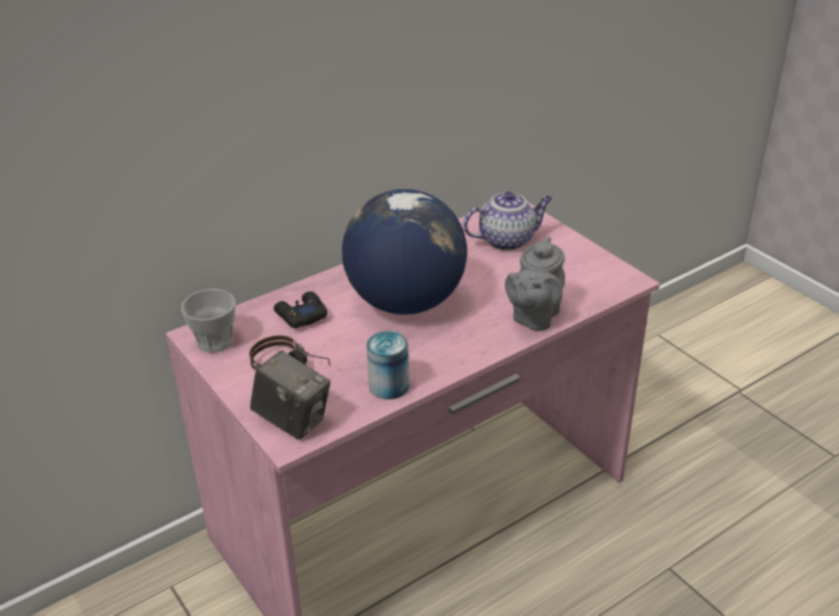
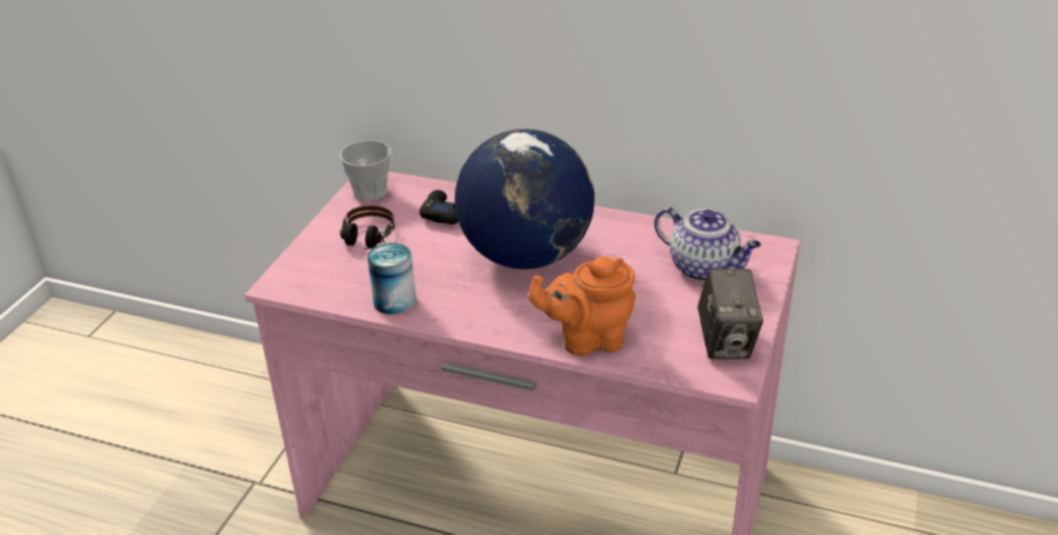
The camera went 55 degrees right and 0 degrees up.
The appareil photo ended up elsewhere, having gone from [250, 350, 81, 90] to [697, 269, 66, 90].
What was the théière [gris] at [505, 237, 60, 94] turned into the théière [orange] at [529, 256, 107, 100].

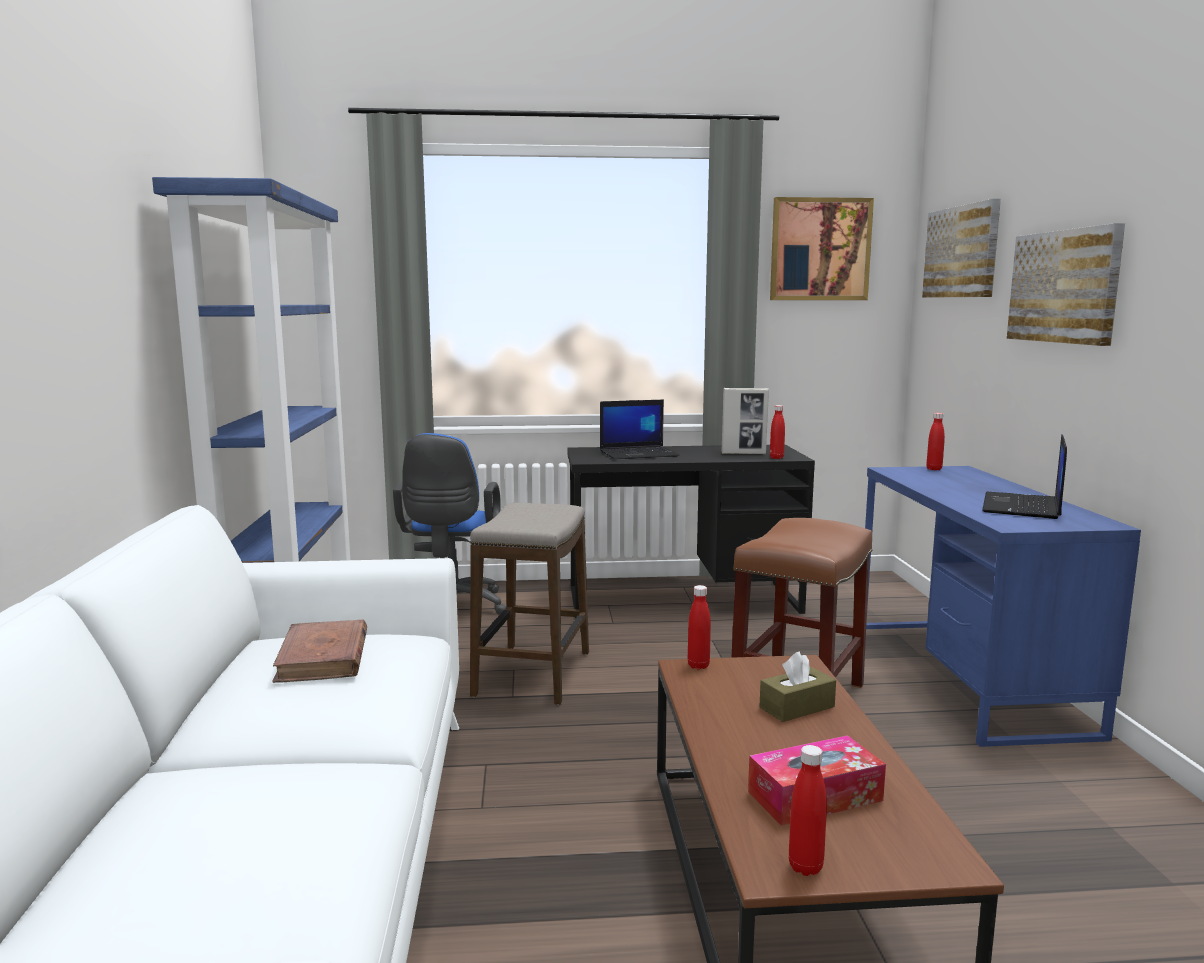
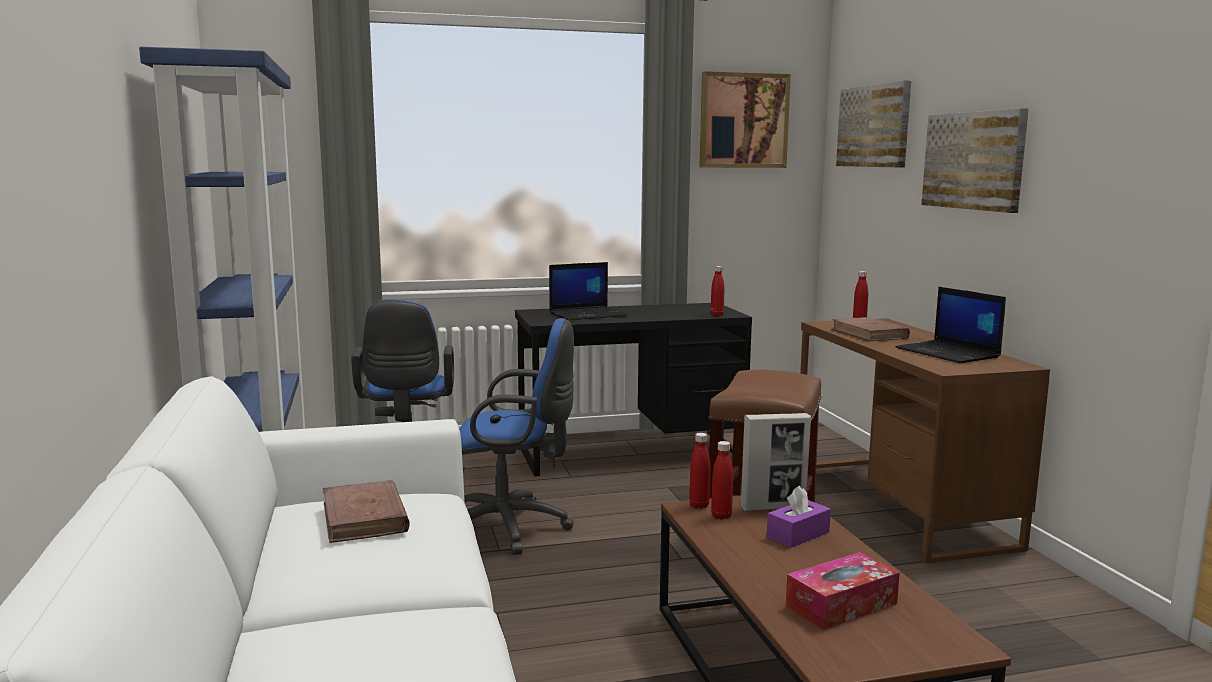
The camera went 10 degrees left and 0 degrees up.
The second view gained the livre [marron] at [832, 317, 78, 24].
The cadre photo ended up elsewhere, having gone from [721, 388, 48, 66] to [741, 413, 70, 98].
The bouteille [rouge] ended up elsewhere, having gone from [789, 745, 38, 131] to [711, 441, 22, 79].
Where the tabouret stood at [470, 503, 119, 202], the chaise de bureau [bleu] came to stand at [459, 318, 115, 237].
What was the boîte à mouchoirs [marron] at [760, 651, 76, 71] turned into the boîte à mouchoirs [violet] at [767, 486, 64, 62].
What was the bureau [bleu] at [865, 466, 276, 281] turned into the bureau [marron] at [800, 318, 250, 246].
The ordinateur portable at [982, 434, 85, 85] ended up facing another way, 45 degrees counterclockwise from before.

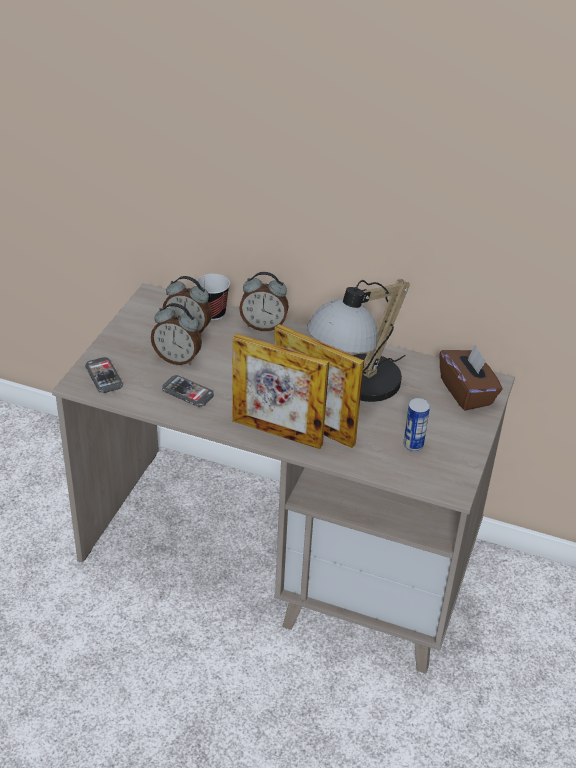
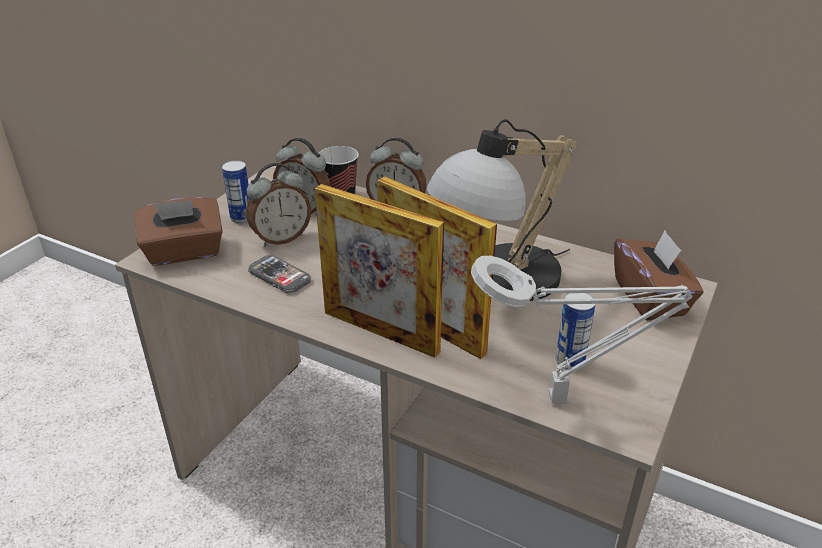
The camera went 10 degrees right and 5 degrees down.
The second view gained the boîte métallique at [222, 160, 27, 63].
The second view gained the lampe de table [gris] at [471, 256, 221, 147].
Where the téléphone stood at [85, 357, 38, 36], the boîte à mouchoirs [marron] came to stand at [134, 197, 89, 69].
The réveil at [151, 303, 51, 62] ended up facing another way, 60 degrees counterclockwise from before.

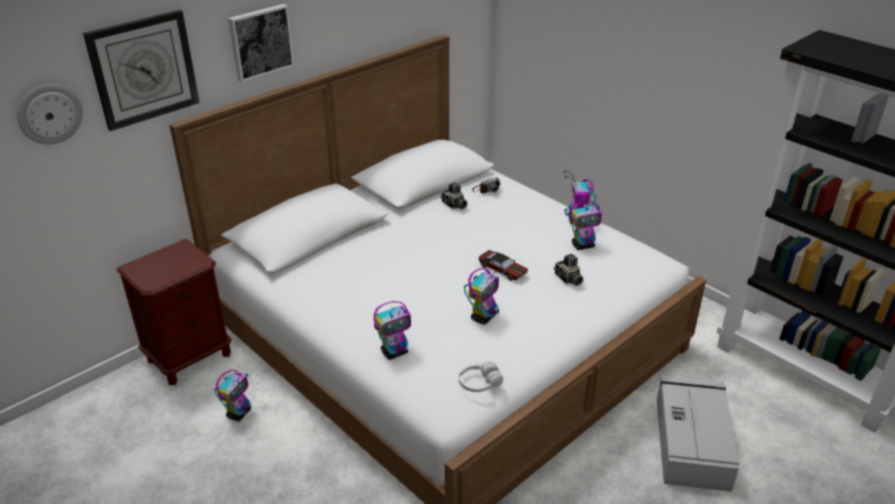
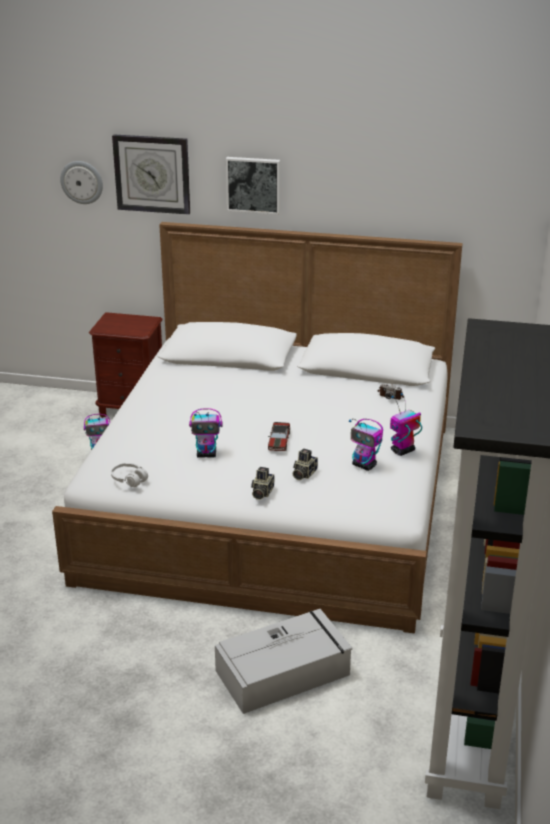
The camera went 55 degrees right and 5 degrees down.
The second view lost the robot jouet at [374, 301, 37, 59].
The appareil photo ended up elsewhere, having gone from [441, 182, 26, 28] to [251, 467, 23, 33].

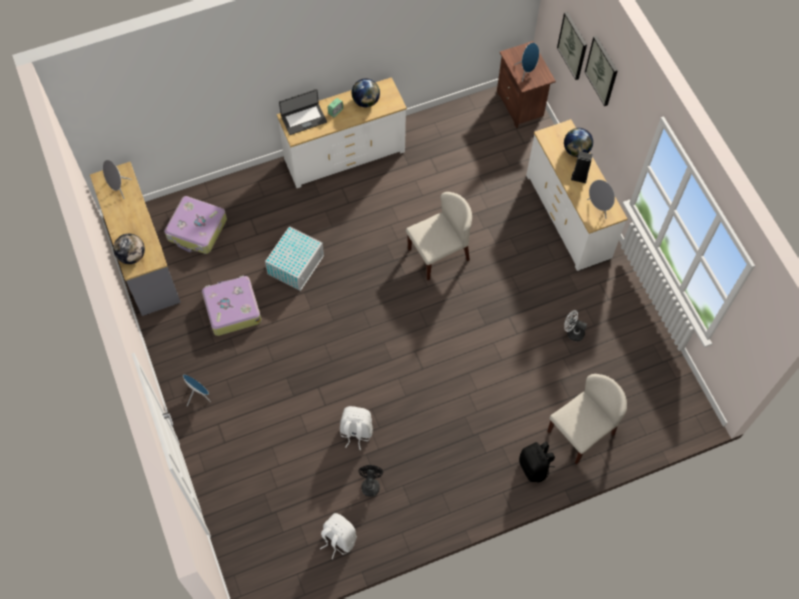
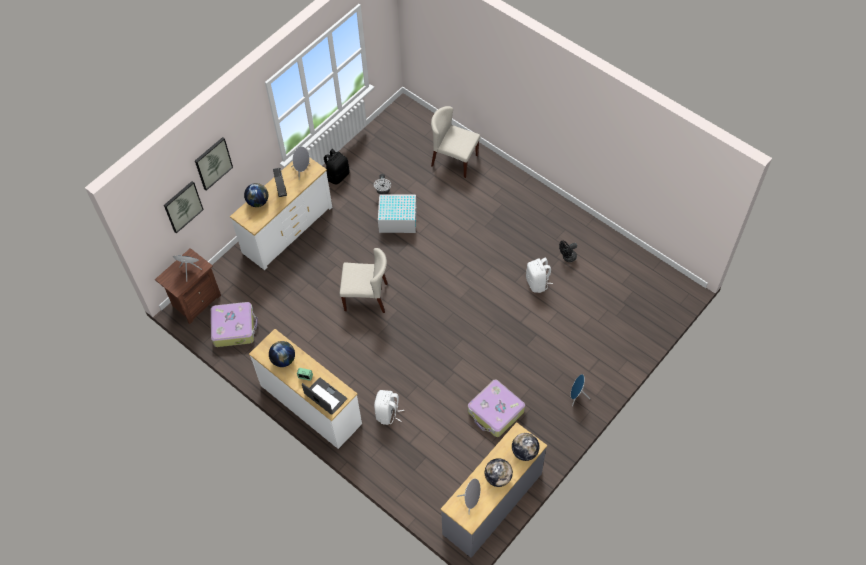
The camera went 115 degrees left and 5 degrees down.
The second view gained the globe at [485, 458, 28, 29].
The valise ended up elsewhere, having gone from [164, 196, 63, 58] to [211, 302, 47, 45].
The boîte de rangement [blanc] ended up elsewhere, having gone from [265, 226, 59, 65] to [378, 194, 39, 39].
The sac à dos [blanc] ended up elsewhere, having gone from [320, 513, 37, 46] to [374, 390, 30, 35].
The sac à dos [noir] ended up elsewhere, having gone from [519, 441, 36, 42] to [324, 149, 26, 36].
The chaise [beige] at [406, 192, 66, 88] ended up facing another way, 150 degrees clockwise from before.

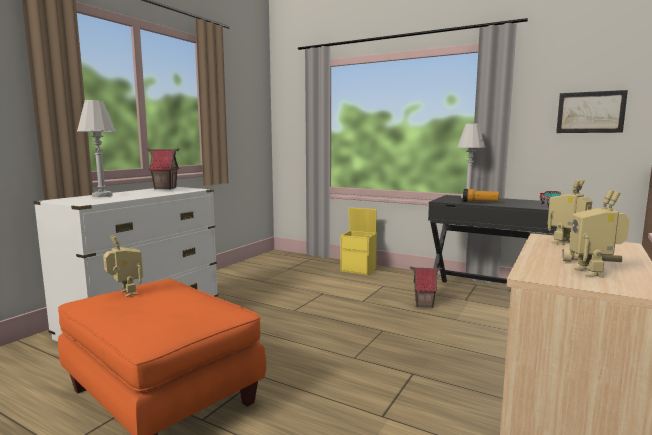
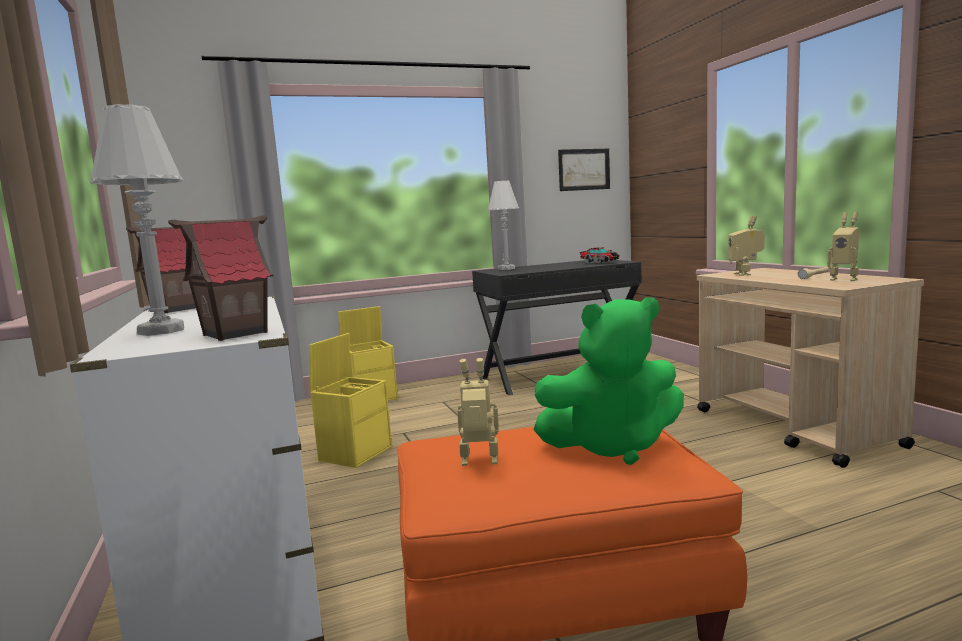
The camera went 50 degrees left and 0 degrees up.
The second view lost the lampe de poche at [463, 189, 36, 13].
The second view gained the boîte de rangement [jaune] at [309, 333, 83, 135].
The second view gained the peluche [vert] at [533, 297, 151, 168].
The maison miniature ended up elsewhere, having gone from [410, 267, 32, 41] to [168, 215, 106, 126].

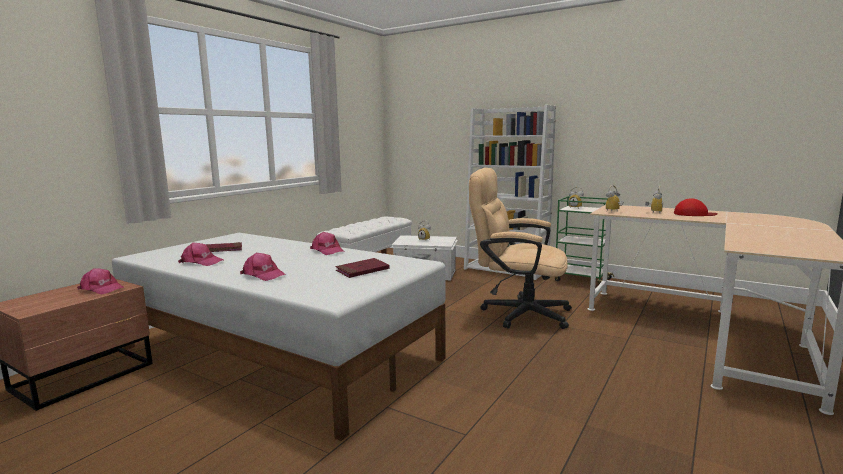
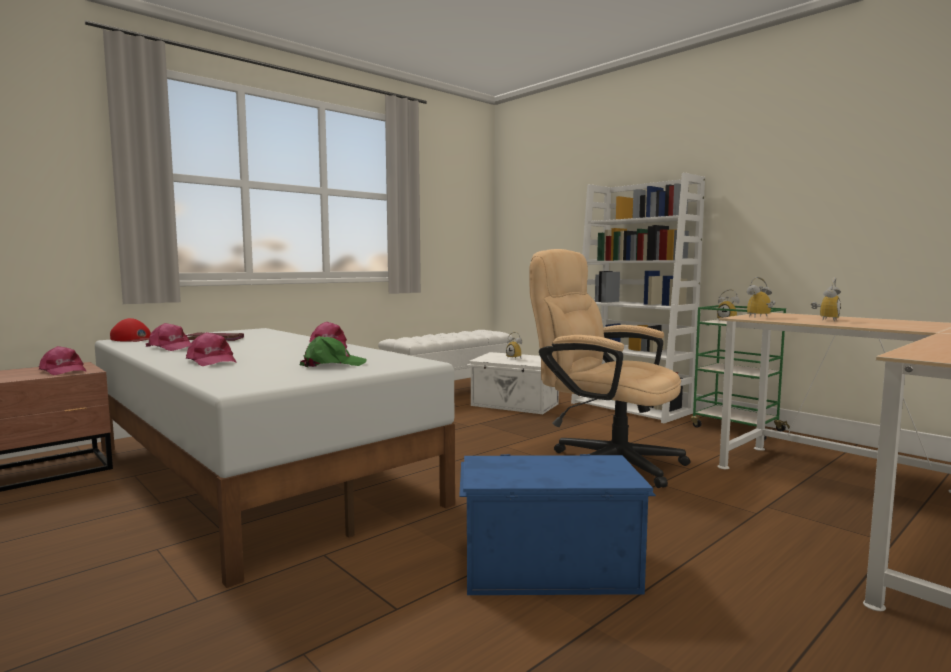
The camera went 15 degrees right and 5 degrees down.
The second view gained the boîte de rangement [bleu] at [459, 454, 197, 141].
The casquette [rouge] ended up elsewhere, having gone from [674, 198, 44, 18] to [110, 318, 41, 24].
Where the livre [rouge] stood at [336, 258, 54, 20], the casquette [vert] came to stand at [300, 336, 67, 31].

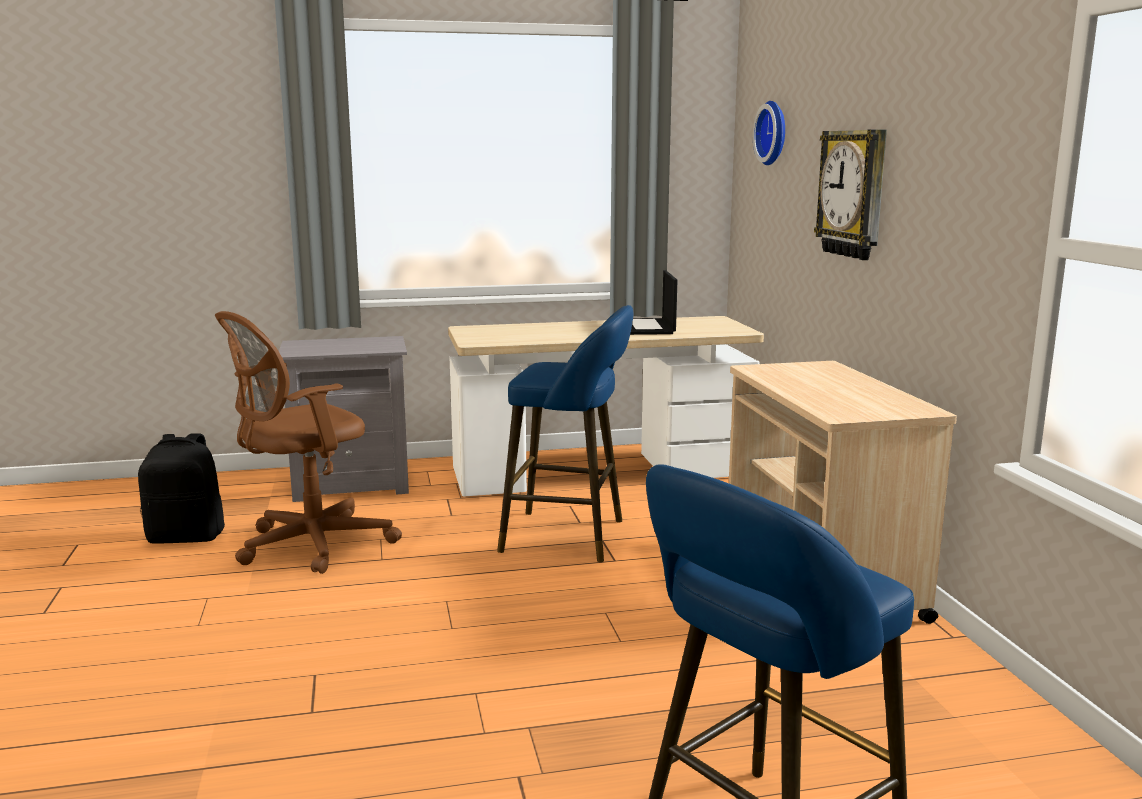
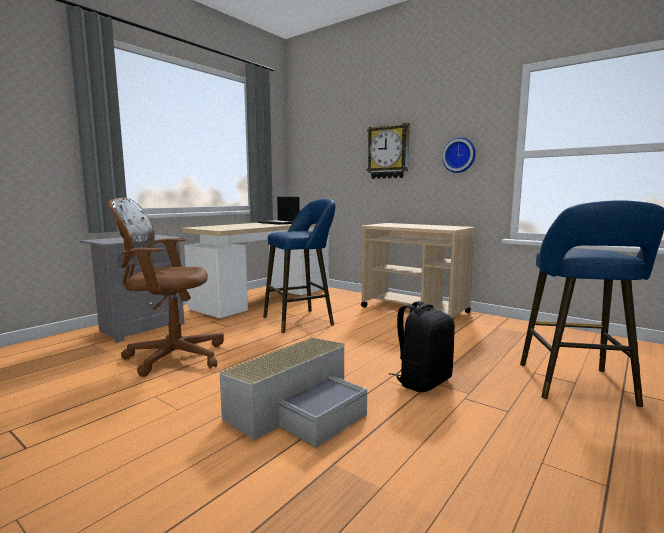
The camera went 40 degrees left and 5 degrees down.
The second view gained the boîte de rangement [gris] at [219, 337, 148, 111].
The sac à dos [noir] ended up elsewhere, having gone from [138, 433, 87, 111] to [389, 301, 66, 91].
The horloge murale ended up elsewhere, having gone from [753, 101, 32, 64] to [442, 137, 34, 36].
The chaise de bureau [marron] at [215, 311, 187, 263] ended up facing another way, 75 degrees clockwise from before.

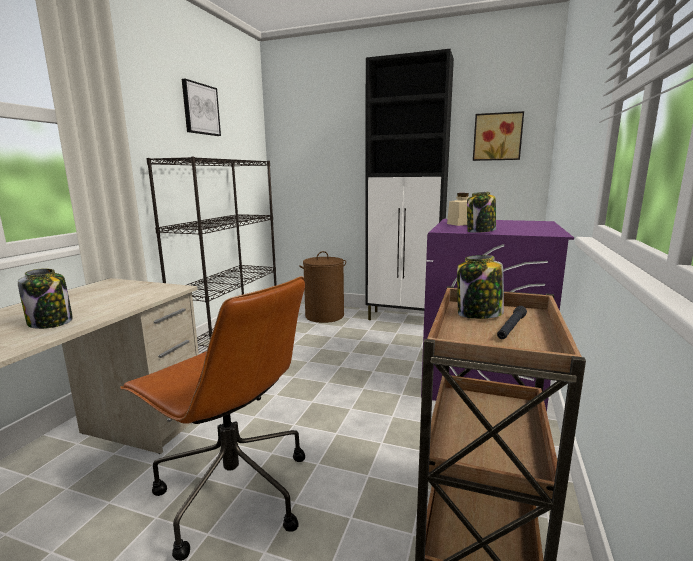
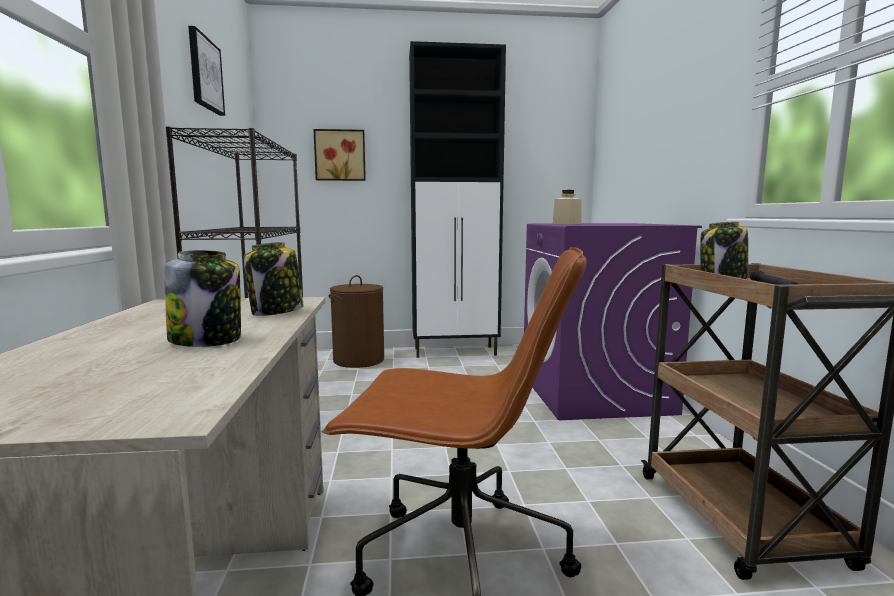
The camera went 25 degrees left and 5 degrees down.
The bocal ended up elsewhere, having gone from [467, 192, 29, 41] to [243, 242, 61, 74].
The tableau ended up elsewhere, having gone from [473, 111, 51, 50] to [314, 129, 52, 52].

